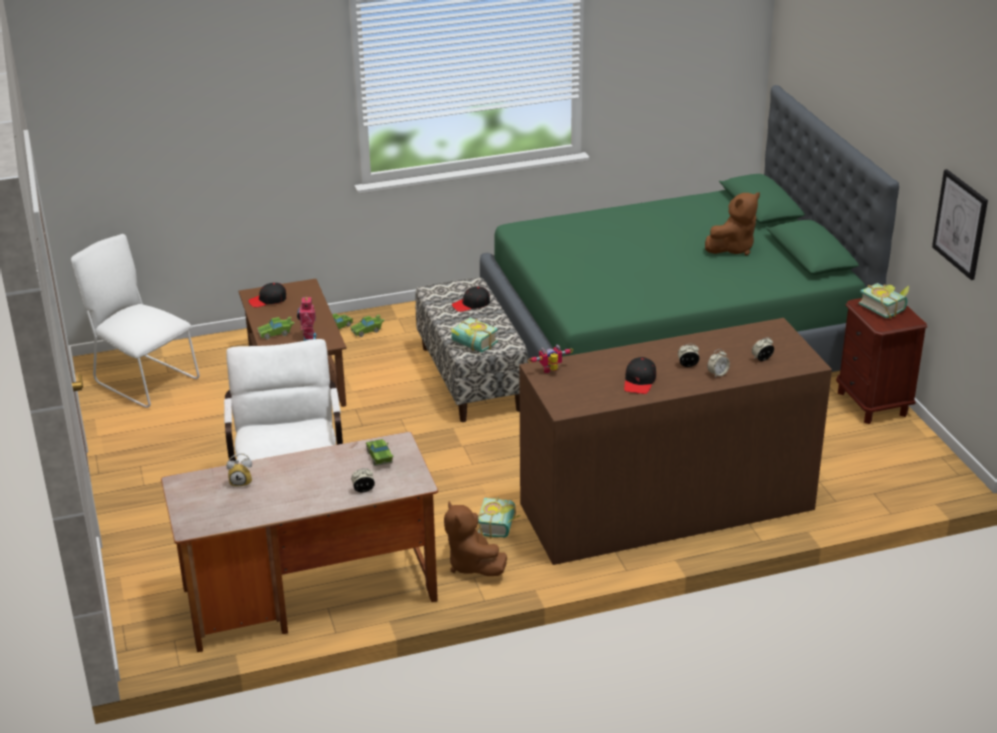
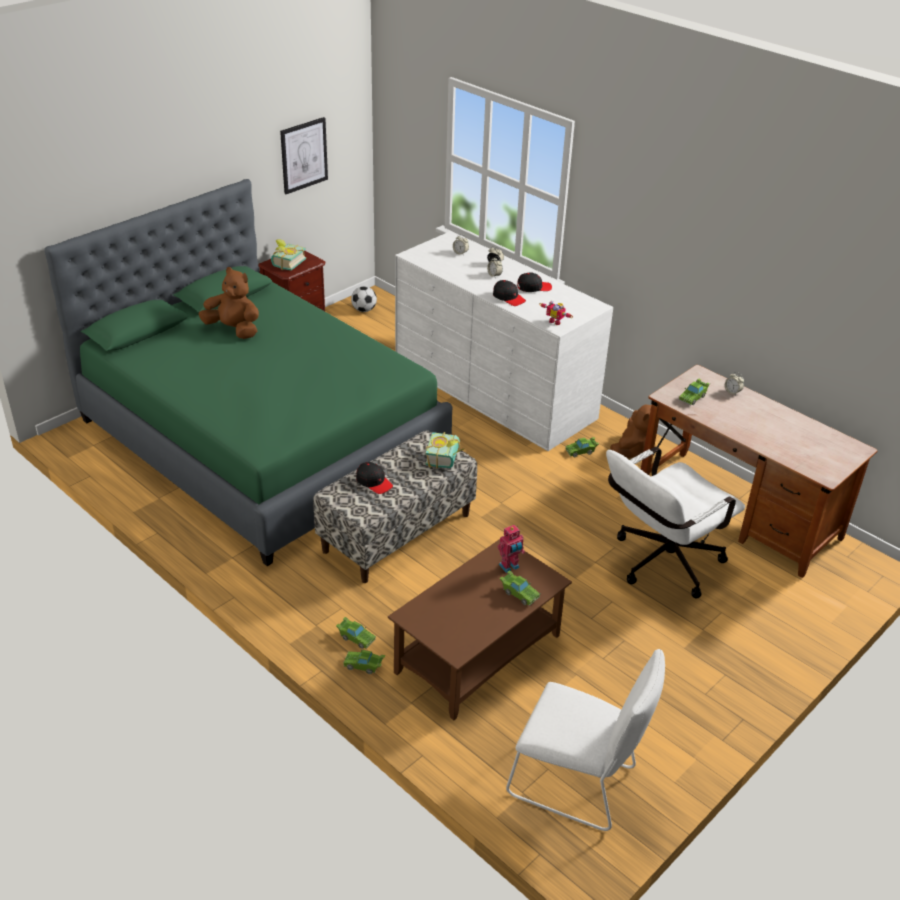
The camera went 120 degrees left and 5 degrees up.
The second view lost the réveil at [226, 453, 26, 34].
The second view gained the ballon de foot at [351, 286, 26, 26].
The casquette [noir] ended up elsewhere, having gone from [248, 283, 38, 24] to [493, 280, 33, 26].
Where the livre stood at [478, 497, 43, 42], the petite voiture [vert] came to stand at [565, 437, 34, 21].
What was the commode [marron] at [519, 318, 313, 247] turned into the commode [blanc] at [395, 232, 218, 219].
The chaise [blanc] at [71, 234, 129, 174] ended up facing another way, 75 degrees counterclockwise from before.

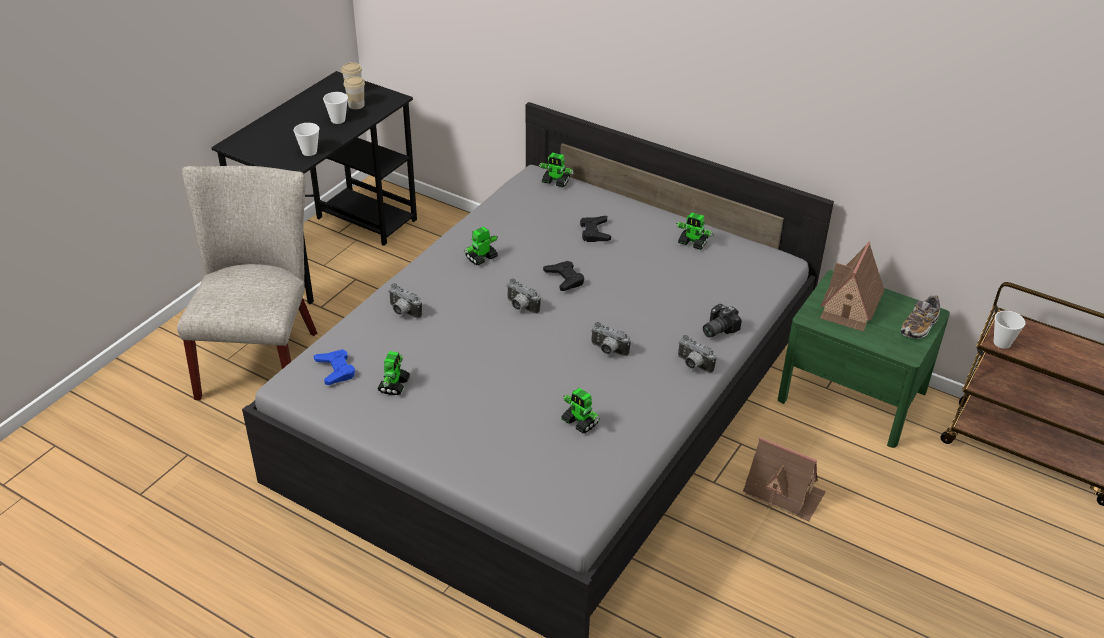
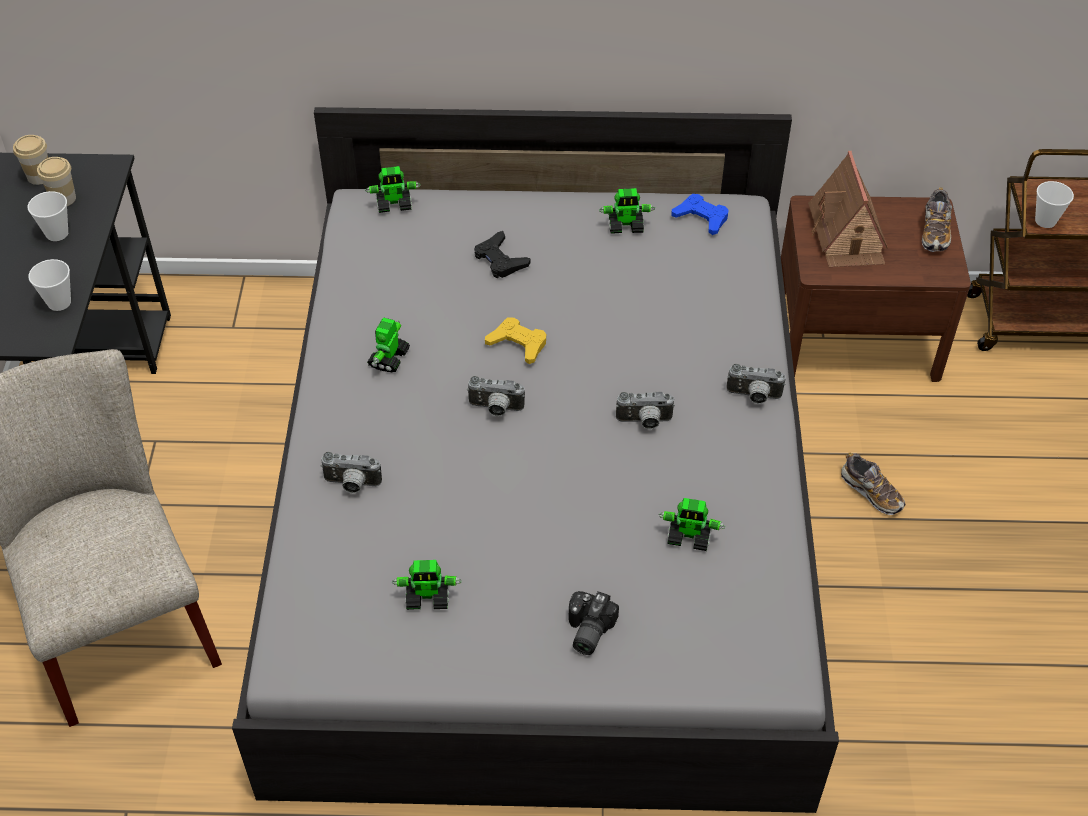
The camera went 30 degrees left and 10 degrees up.
The manette [bleu] ended up elsewhere, having gone from [313, 349, 42, 36] to [671, 194, 58, 41].
The appareil photo ended up elsewhere, having gone from [703, 304, 39, 34] to [569, 591, 50, 64].
Where the maison miniature stood at [743, 437, 83, 84], the chaussure came to stand at [841, 453, 64, 62].
What was the manette [noir] at [543, 261, 41, 30] turned into the manette [jaune] at [485, 317, 61, 47].
What was the table de chevet [vert] at [778, 270, 172, 178] turned into the table de chevet [marron] at [781, 195, 190, 187].
The robot jouet at [377, 351, 33, 44] ended up facing another way, 105 degrees clockwise from before.

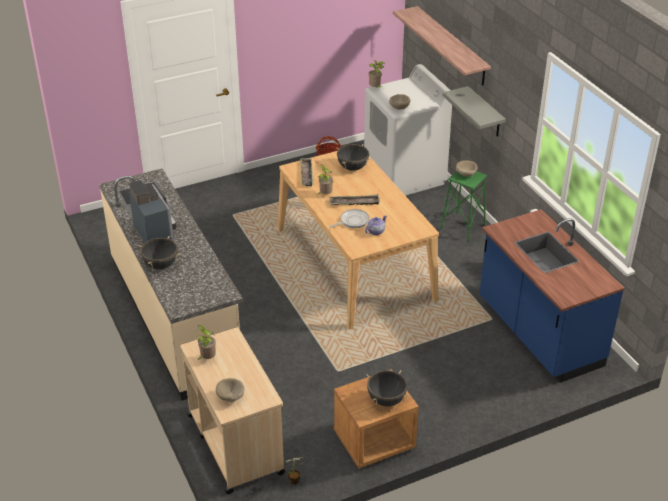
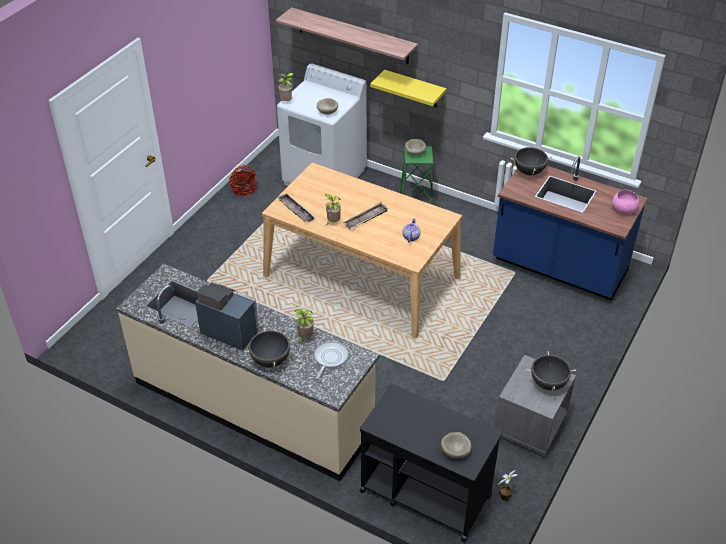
The camera went 35 degrees left and 5 degrees up.
The second view gained the bol [rose] at [612, 190, 27, 24].
The plante en pot ended up elsewhere, having gone from [196, 325, 20, 35] to [294, 309, 20, 34].
The poêle ended up elsewhere, having gone from [329, 209, 40, 19] to [314, 341, 34, 38].
The marmite [noir] ended up elsewhere, having gone from [336, 144, 35, 27] to [511, 145, 41, 30].
What was the chariot [beige] at [180, 327, 105, 167] turned into the chariot [noir] at [360, 384, 142, 158].
What was the table de chevet [marron] at [334, 369, 85, 100] turned into the table de chevet [gris] at [495, 355, 81, 101].
What was the étagère [gris] at [443, 86, 63, 51] turned into the étagère [jaune] at [370, 70, 76, 37].

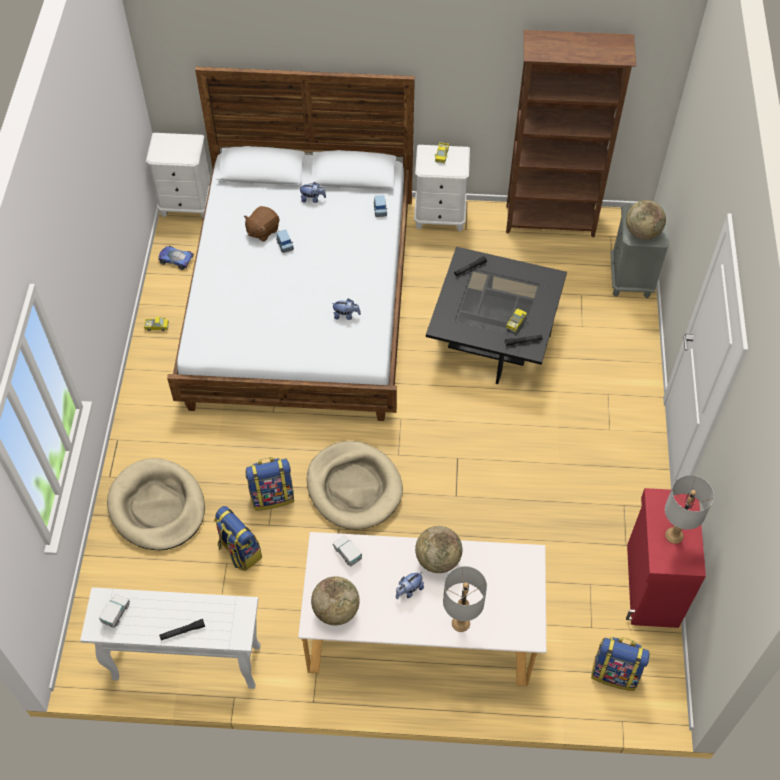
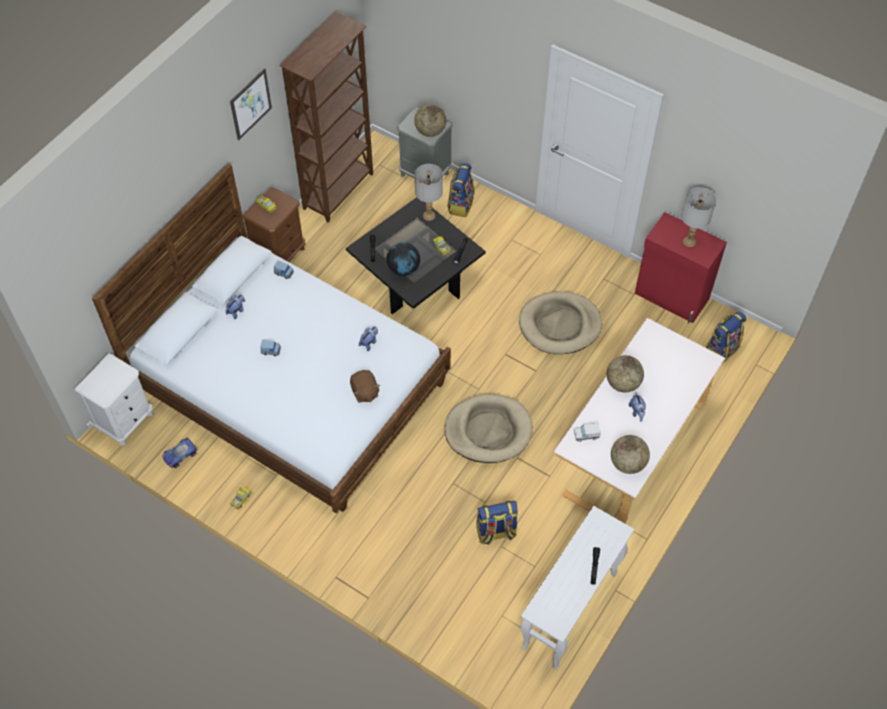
The camera went 60 degrees left and 0 degrees up.
The second view lost the camion jouet at [99, 594, 31, 34].
The second view gained the tableau at [230, 68, 42, 72].
The second view gained the globe at [387, 242, 33, 34].
The panier pour chien [beige] ended up elsewhere, having gone from [107, 458, 98, 92] to [519, 291, 83, 63].
The peluche [marron] ended up elsewhere, having gone from [244, 206, 36, 36] to [350, 370, 30, 33].
The sac à dos ended up elsewhere, having gone from [246, 457, 48, 54] to [447, 163, 28, 54].
The lampe de table [gris] ended up elsewhere, having gone from [443, 566, 44, 66] to [415, 164, 28, 57].
What was the table de chevet [blanc] at [414, 145, 56, 86] turned into the table de chevet [marron] at [243, 187, 62, 75].

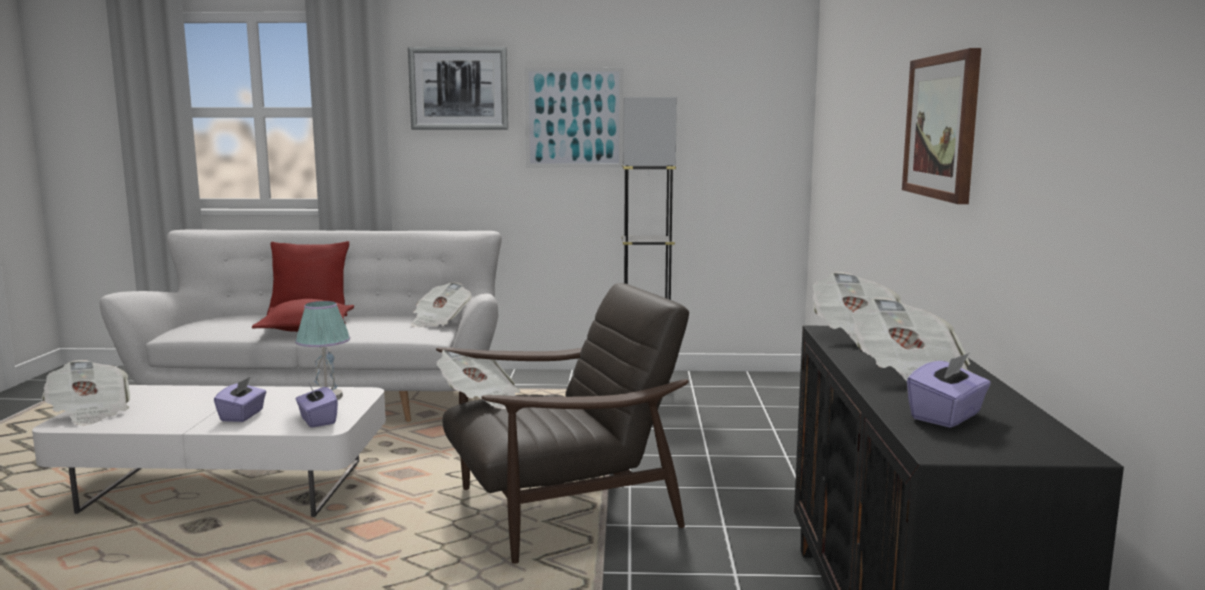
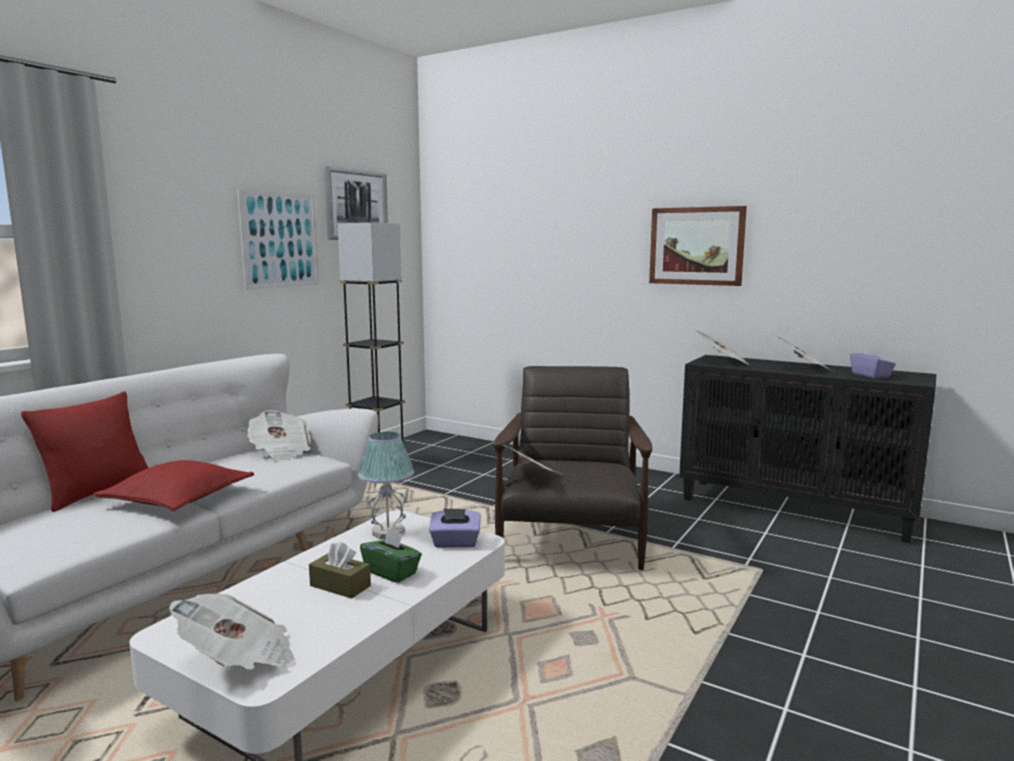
The camera went 60 degrees left and 0 degrees up.
The second view gained the boîte à mouchoirs [marron] at [309, 541, 62, 58].
The tableau ended up elsewhere, having gone from [408, 47, 100, 83] to [324, 166, 64, 74].
What was the boîte à mouchoirs [violet] at [214, 377, 52, 45] turned into the boîte à mouchoirs [vert] at [360, 528, 62, 55].

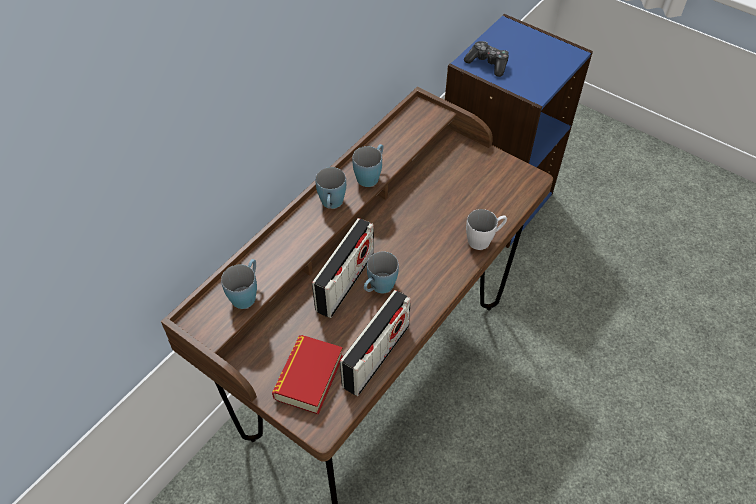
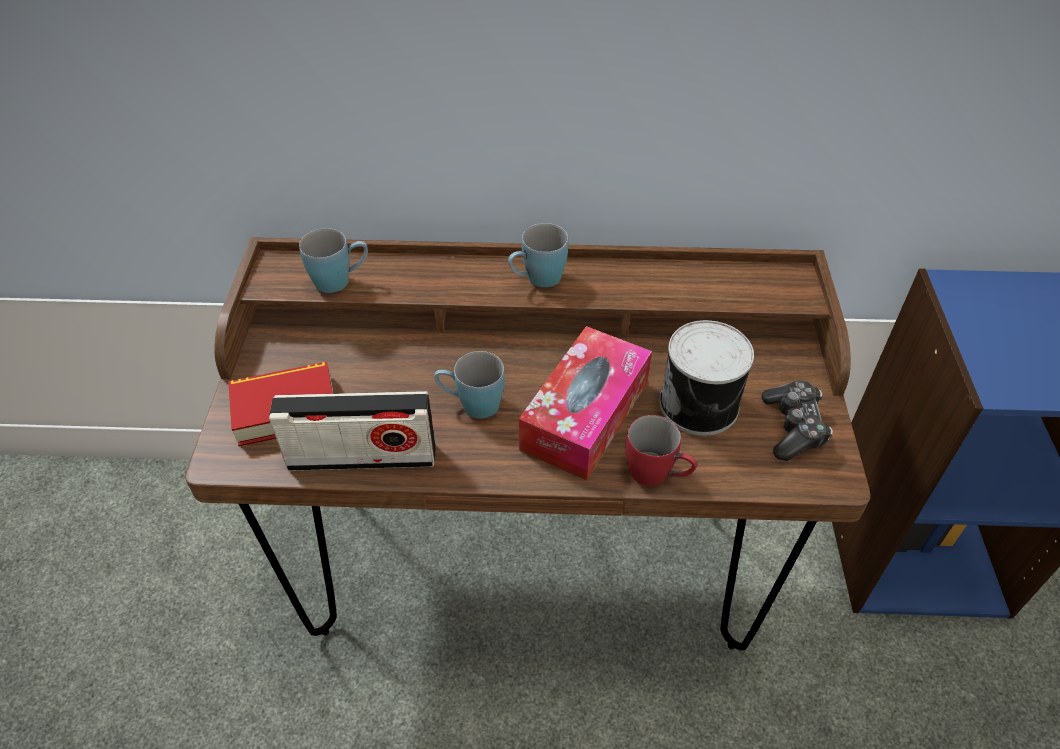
The camera went 55 degrees right and 5 degrees down.
The second view lost the radio at [312, 218, 62, 100].
The second view lost the mug [bleu] at [352, 144, 31, 43].
The second view gained the boîte à mouchoirs at [519, 326, 133, 154].
The second view gained the boîte métallique at [659, 320, 95, 116].
The manette ended up elsewhere, having gone from [464, 41, 45, 36] to [761, 380, 72, 81].
What was the mug [blanc] at [466, 209, 41, 41] turned into the mug [rouge] at [626, 415, 71, 71].

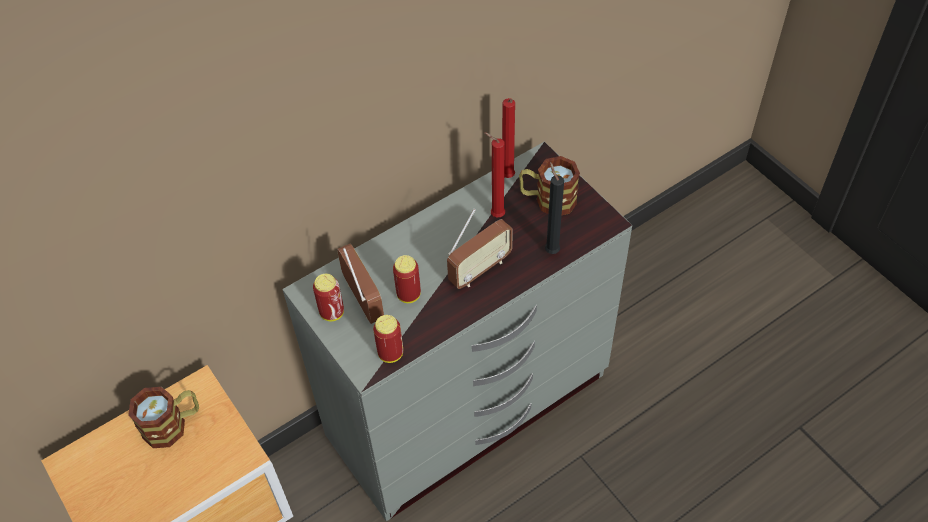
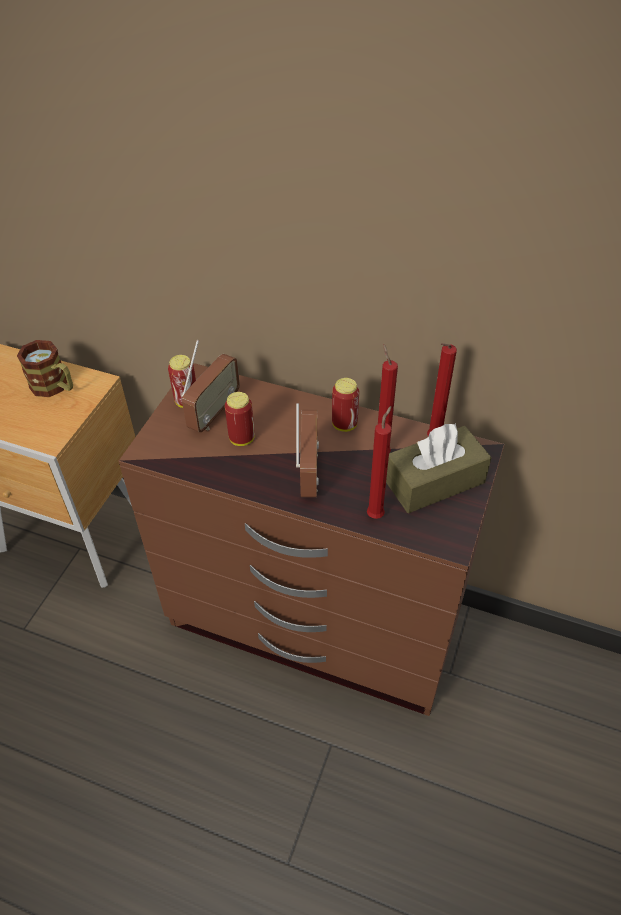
The camera went 55 degrees right and 5 degrees down.
The boîte métallique ended up elsewhere, having gone from [373, 315, 30, 48] to [332, 378, 27, 54].
Where the mug stood at [519, 156, 61, 59], the boîte à mouchoirs [marron] came to stand at [386, 423, 106, 90].
What was the commode [gris] at [282, 142, 350, 379] turned into the commode [marron] at [118, 363, 387, 353].
What was the bougie [noir] at [545, 162, 19, 92] turned into the bougie [rouge] at [367, 406, 25, 113].
The radio at [447, 209, 66, 80] ended up facing another way, 105 degrees counterclockwise from before.

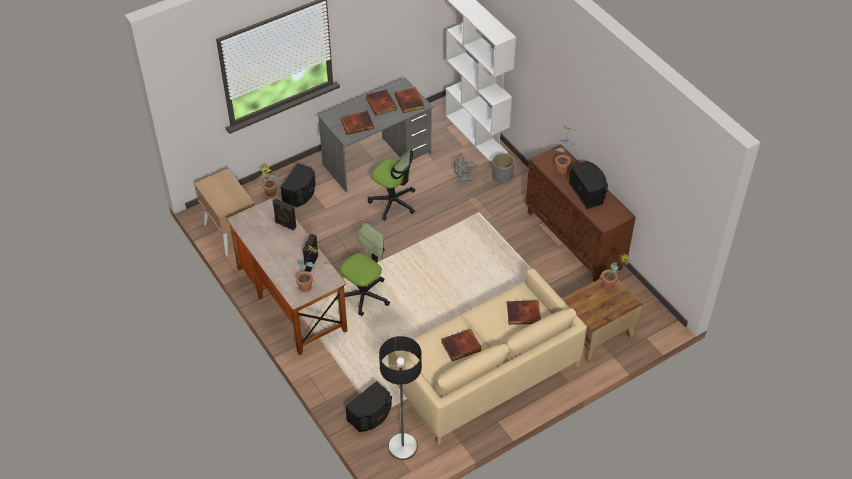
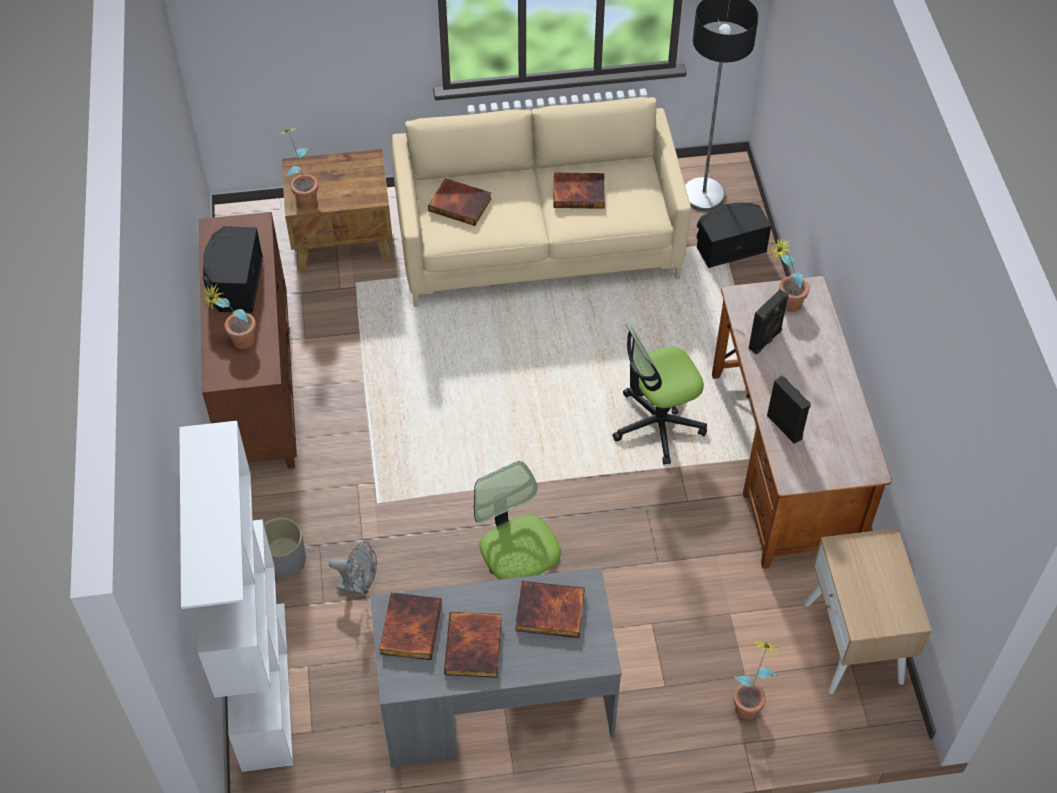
The camera went 155 degrees left and 5 degrees up.
The second view lost the enceinte [noir] at [280, 163, 36, 44].

